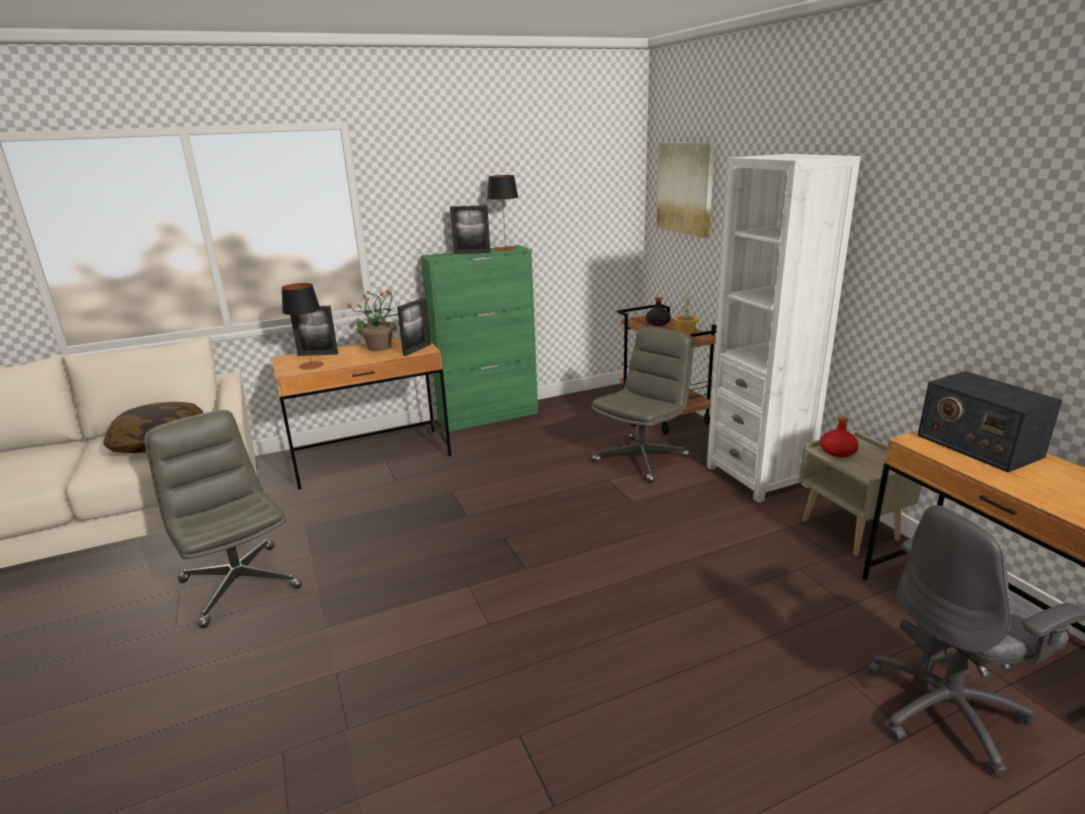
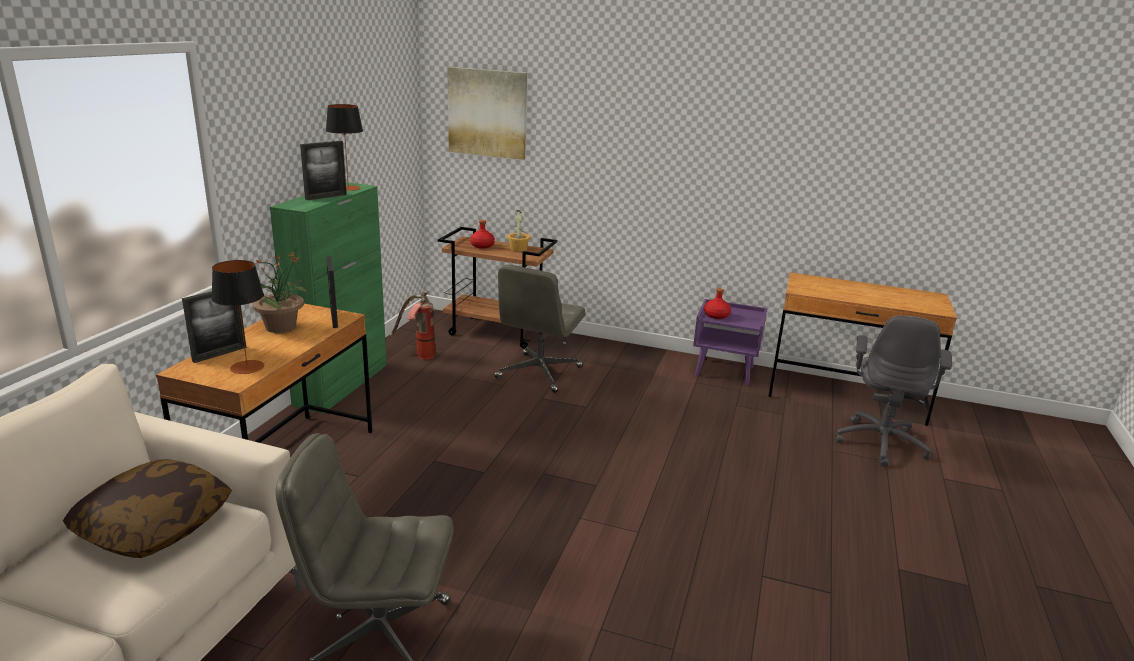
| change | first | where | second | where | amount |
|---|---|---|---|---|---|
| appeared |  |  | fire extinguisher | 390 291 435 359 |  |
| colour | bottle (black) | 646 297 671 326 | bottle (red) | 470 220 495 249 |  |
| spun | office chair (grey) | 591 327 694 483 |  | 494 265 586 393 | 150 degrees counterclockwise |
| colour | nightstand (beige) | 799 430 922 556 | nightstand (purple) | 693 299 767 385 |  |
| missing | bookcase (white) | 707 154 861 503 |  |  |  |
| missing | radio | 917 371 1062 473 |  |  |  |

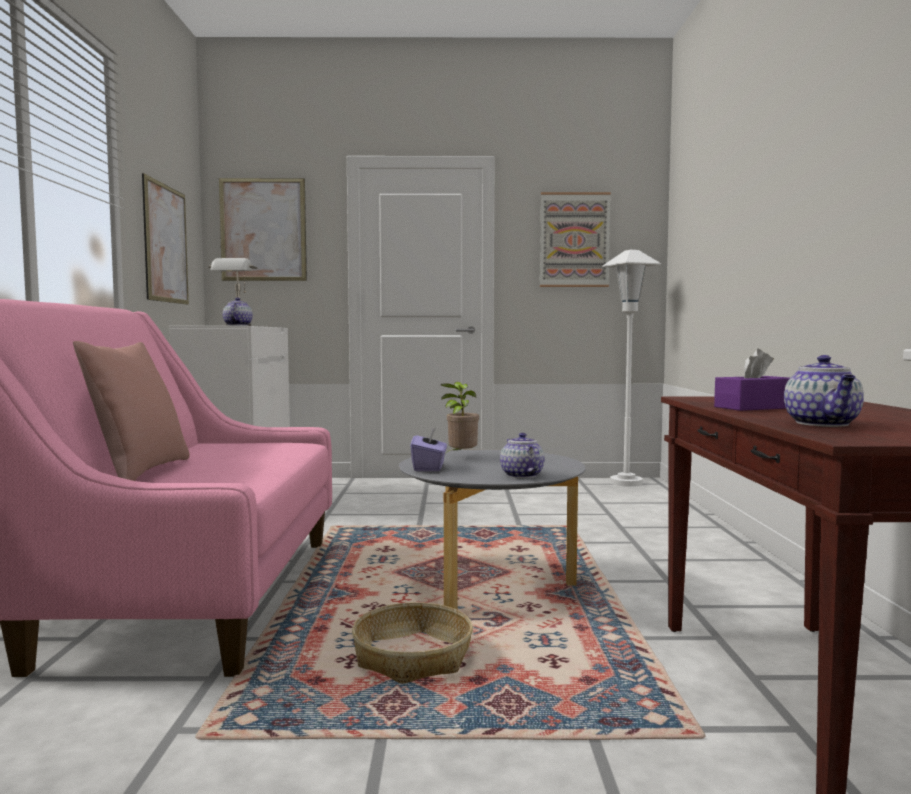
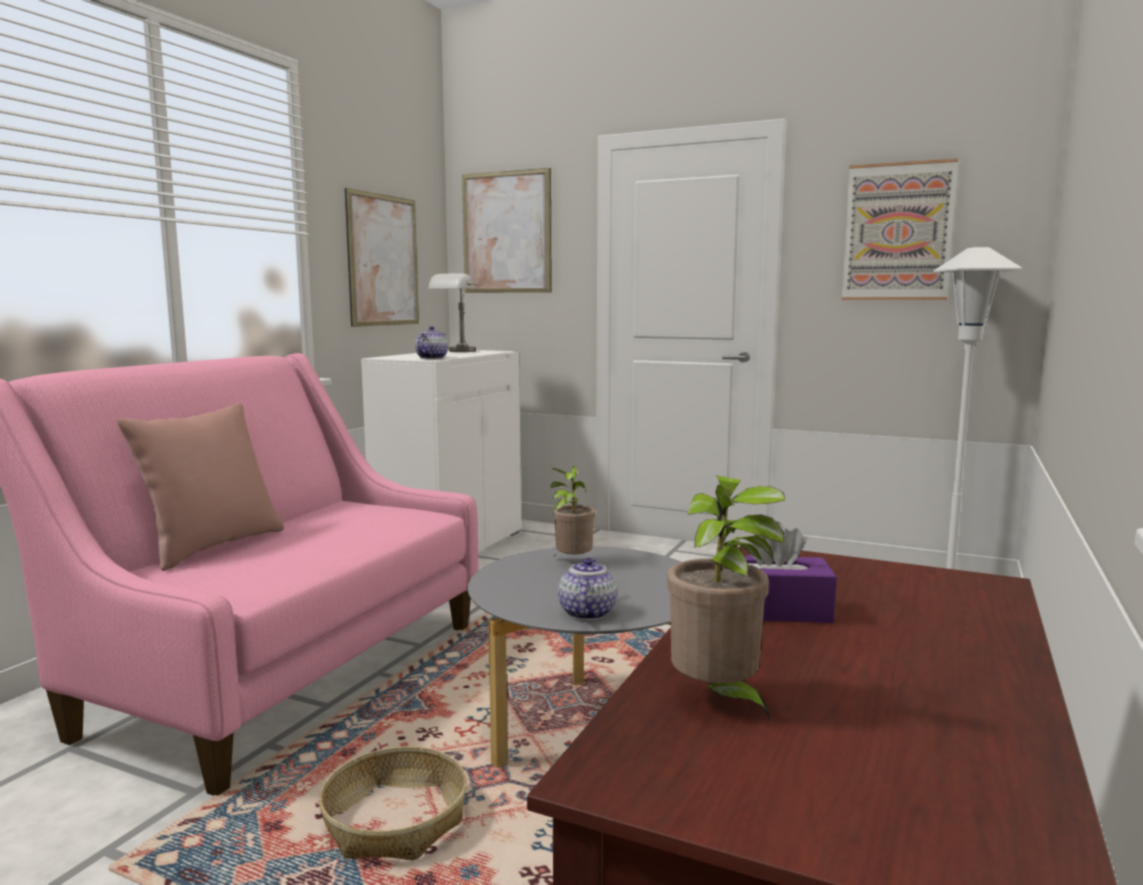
| change | first | where | second | where | amount |
|---|---|---|---|---|---|
| exchanged | teapot | 784 355 864 427 | potted plant | 667 475 785 720 |  |
| missing | tissue box (purple) | 411 426 447 471 |  |  |  |

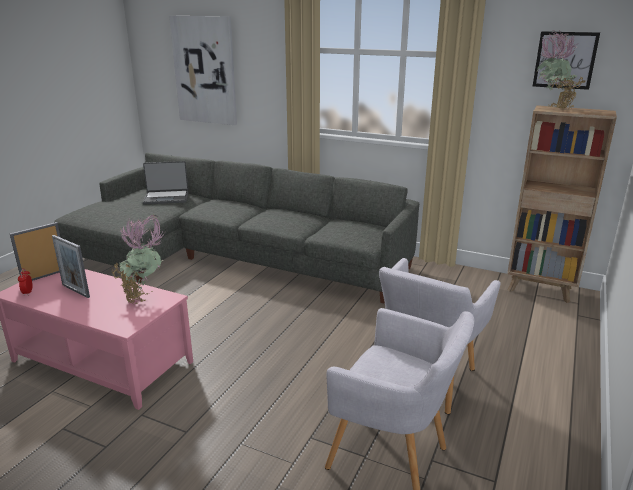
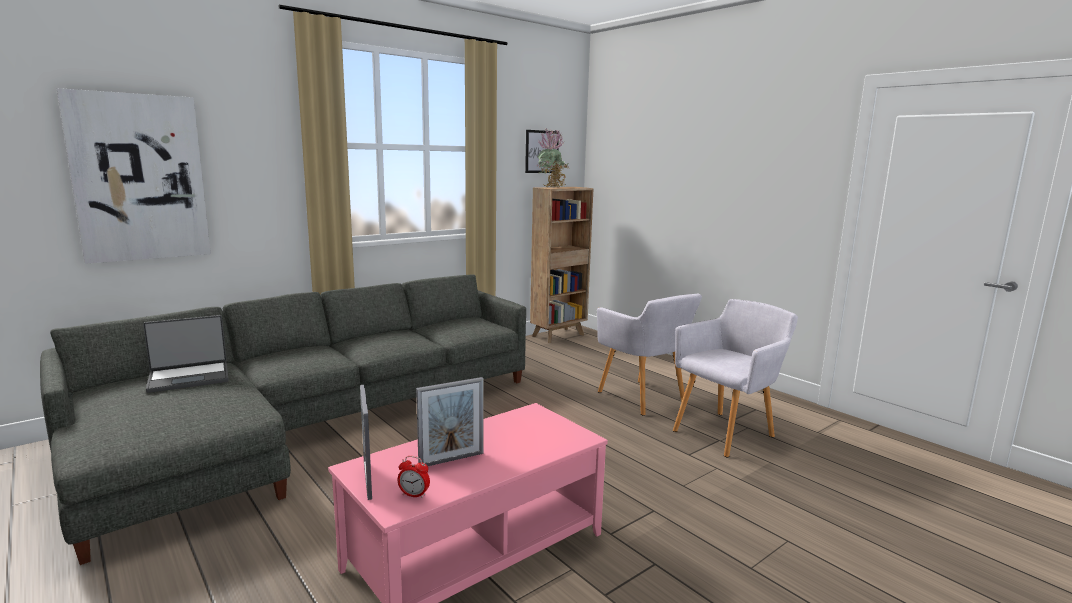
| change | first | where | second | where | amount |
|---|---|---|---|---|---|
| spun | laptop | 143 161 188 205 |  | 143 315 229 393 | 45 degrees clockwise |
| missing | potted plant | 112 214 165 304 |  |  |  |

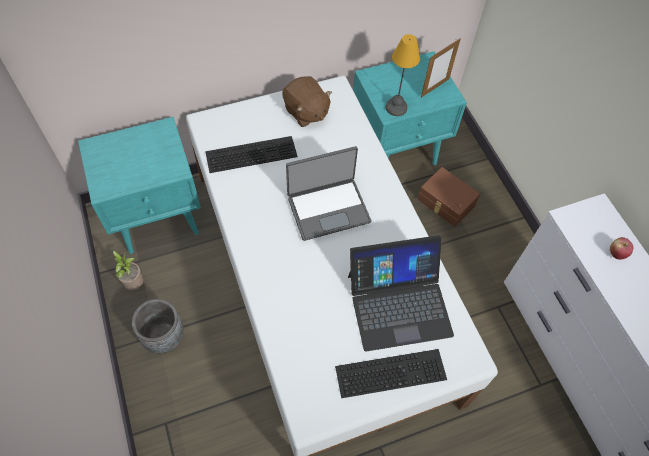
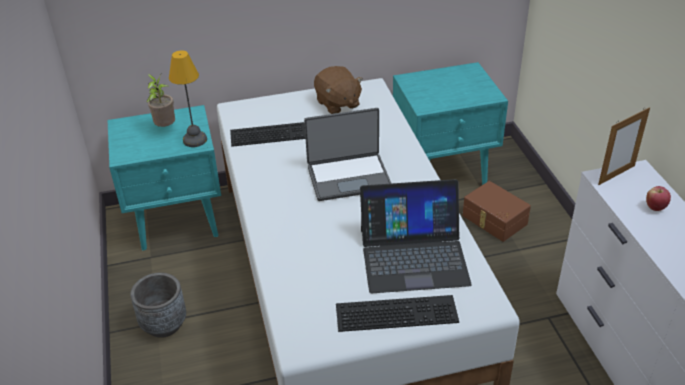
| change | first | where | second | where | amount |
|---|---|---|---|---|---|
| relocated | potted plant | 113 251 143 290 |  | 147 74 175 127 |  |
| relocated | table lamp | 386 34 420 116 |  | 169 50 207 147 |  |
| relocated | picture frame | 421 38 461 98 |  | 598 107 650 185 |  |

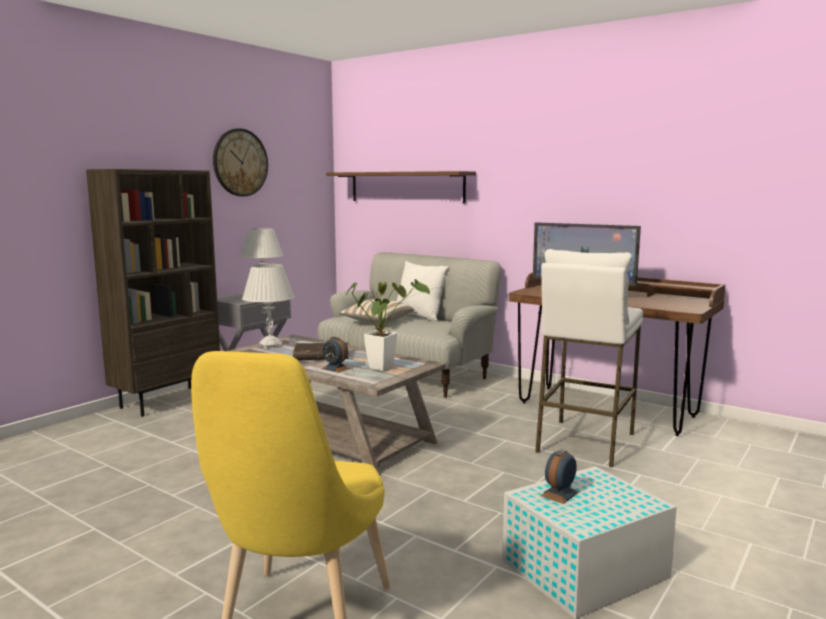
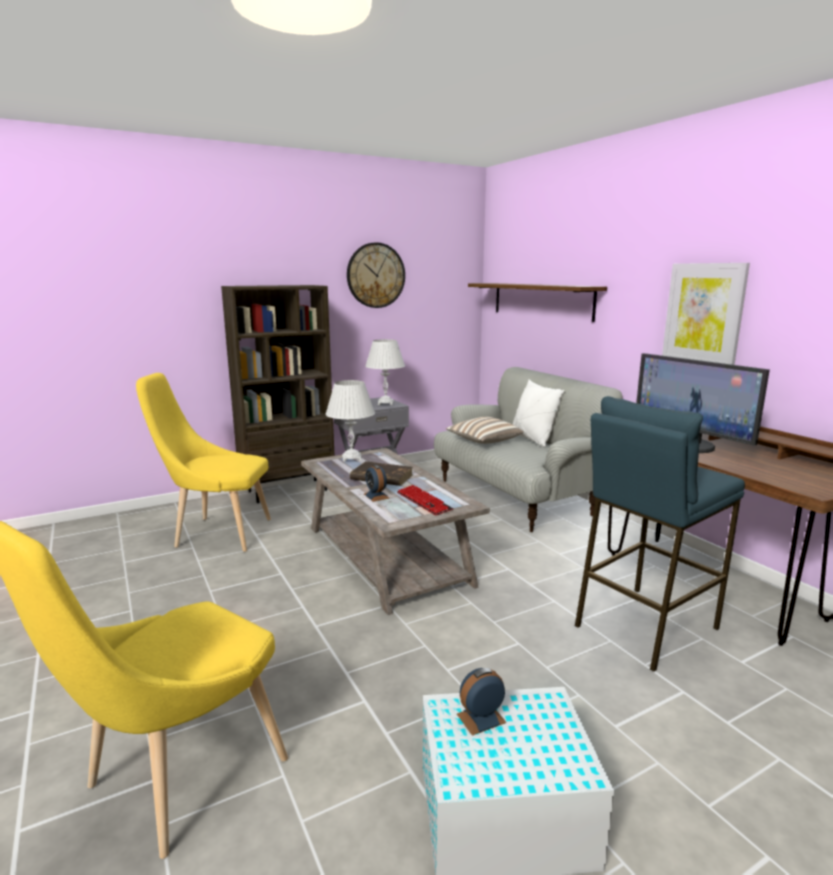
| change | first | where | second | where | amount |
|---|---|---|---|---|---|
| appeared |  |  | chair (yellow) | 136 373 271 552 |  |
| exchanged | potted plant | 345 279 430 371 | keyboard | 397 485 453 515 |  |
| colour | stool (white) | 535 249 643 468 | stool (blue) | 575 396 745 672 |  |
| appeared |  |  | picture | 662 263 750 365 |  |

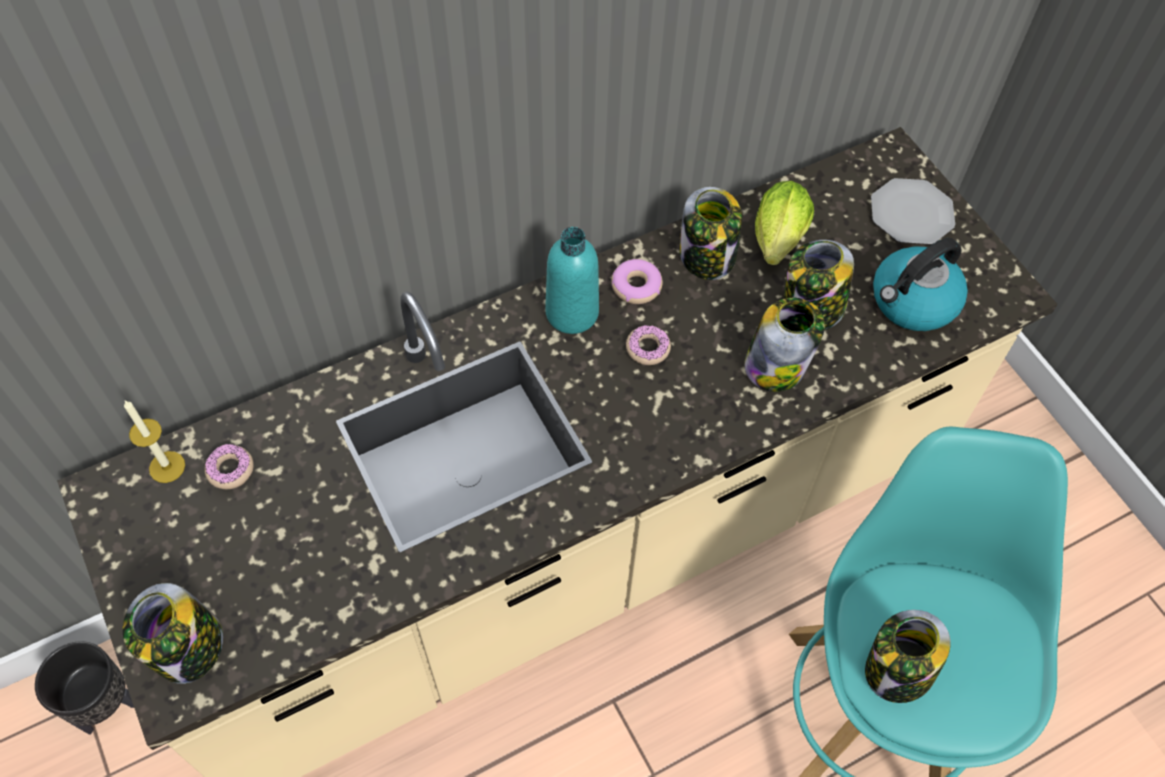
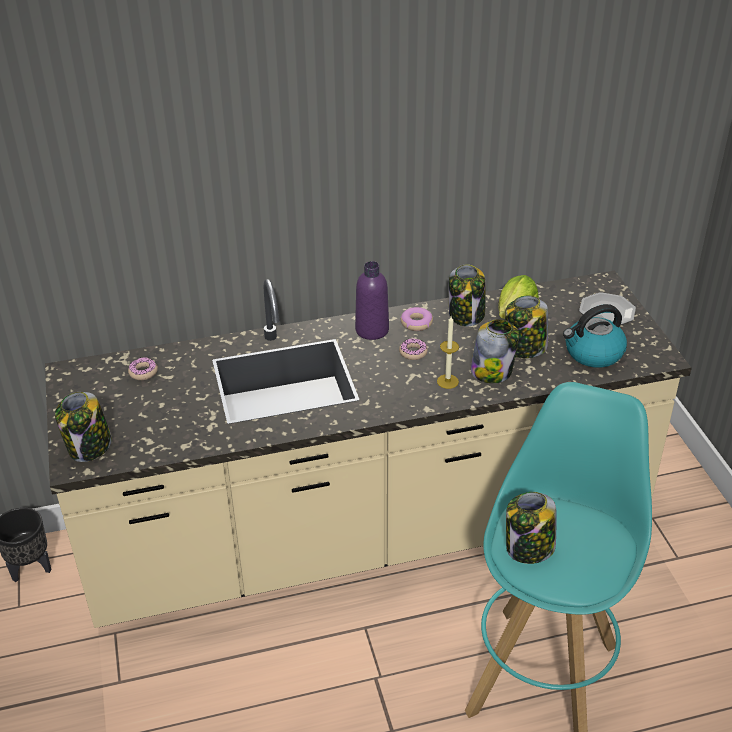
| change | first | where | second | where | amount |
|---|---|---|---|---|---|
| colour | bottle (turquoise) | 545 227 599 334 | bottle (purple) | 355 261 389 340 |  |
| relocated | candle | 124 401 185 483 |  | 437 316 459 389 |  |

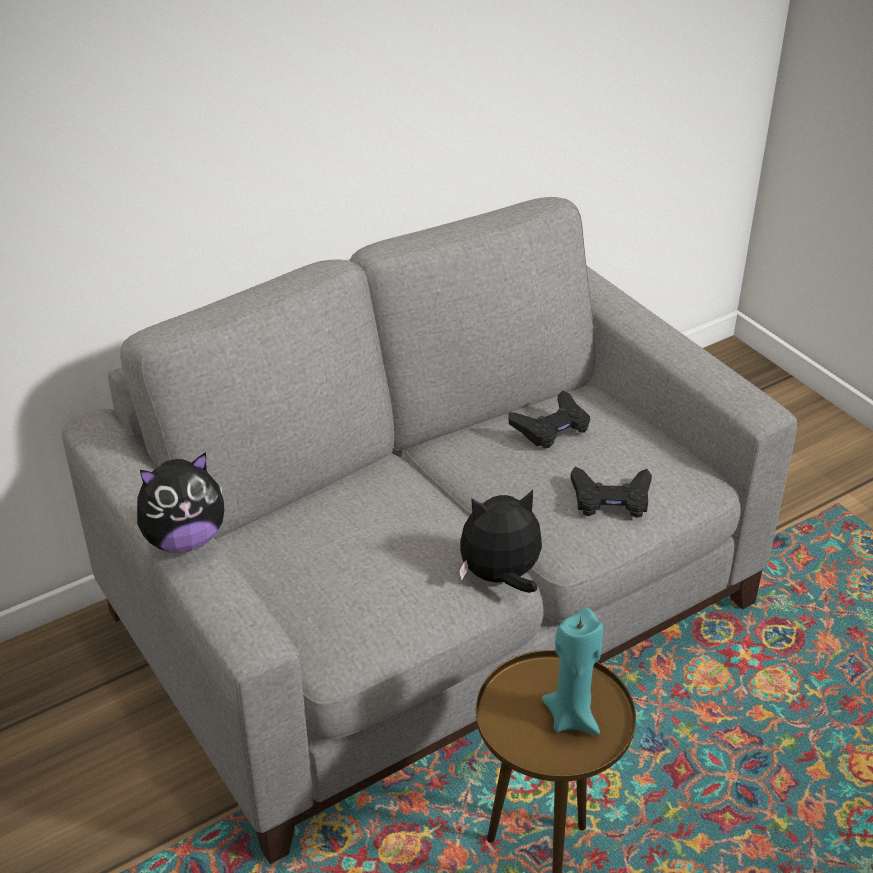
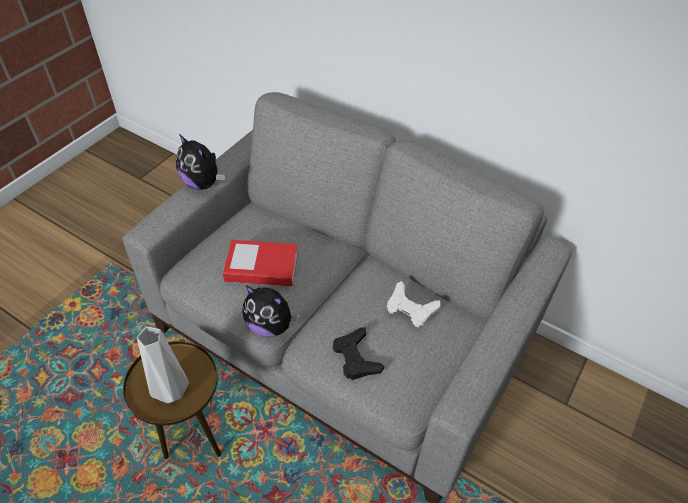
| change | first | where | second | where | amount |
|---|---|---|---|---|---|
| exchanged | candle (turquoise) | 542 608 603 735 | vase (grey) | 137 327 189 403 |  |
| appeared |  |  | book | 223 240 298 286 |  |
| spun | plush toy | 459 490 542 593 |  | 242 285 300 337 | 150 degrees clockwise |
| colour | game controller (black) | 508 390 590 449 | game controller (white) | 387 281 441 327 |  |

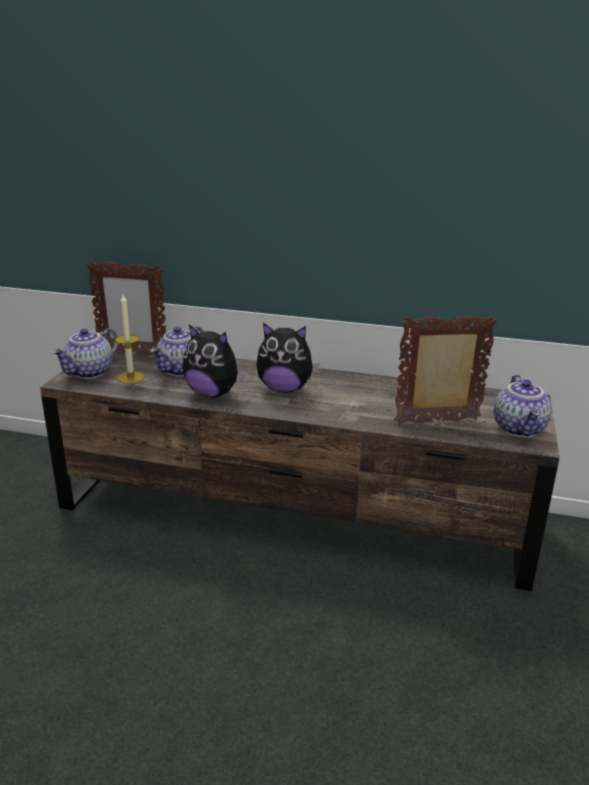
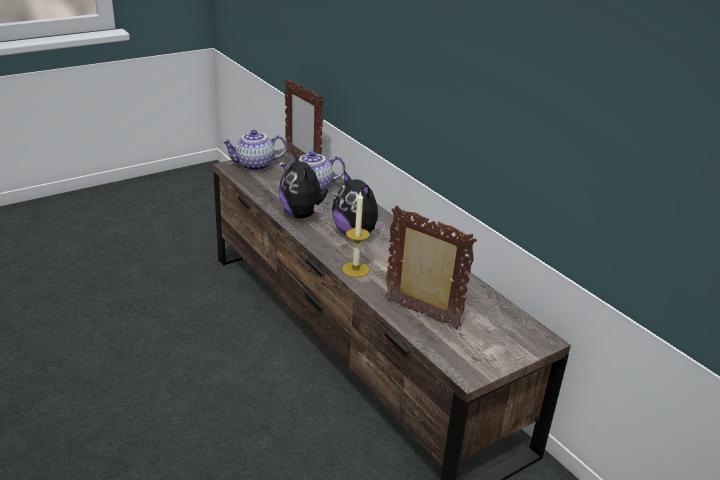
| change | first | where | second | where | amount |
|---|---|---|---|---|---|
| relocated | candle | 115 295 145 383 |  | 342 191 370 277 |  |
| missing | teapot | 494 375 551 437 |  |  |  |

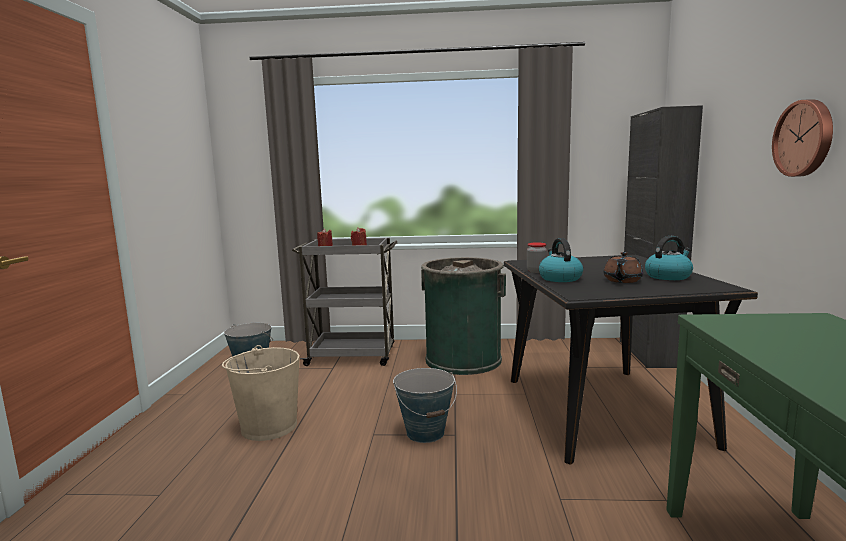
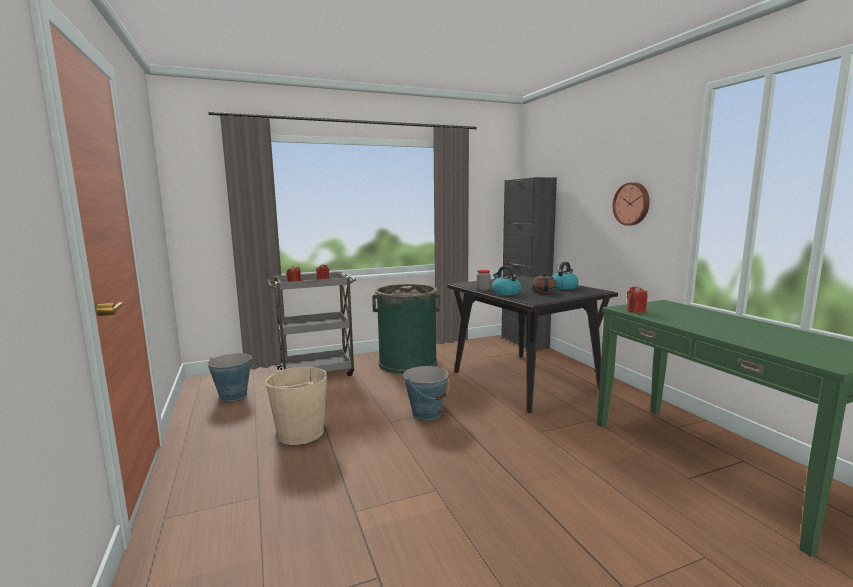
| change | first | where | second | where | amount |
|---|---|---|---|---|---|
| appeared |  |  | candle (red) | 627 286 648 313 |  |

